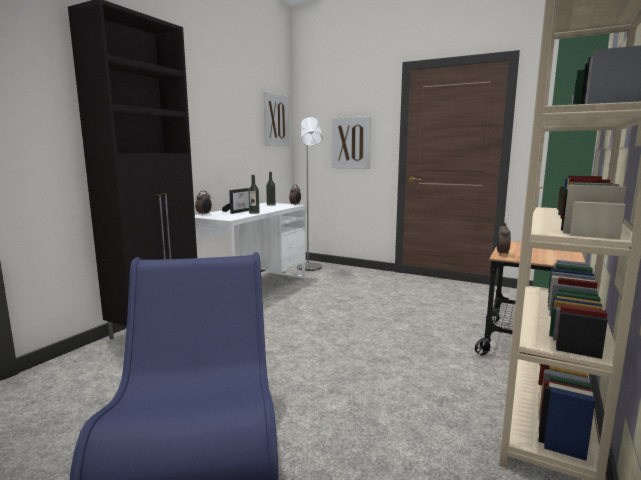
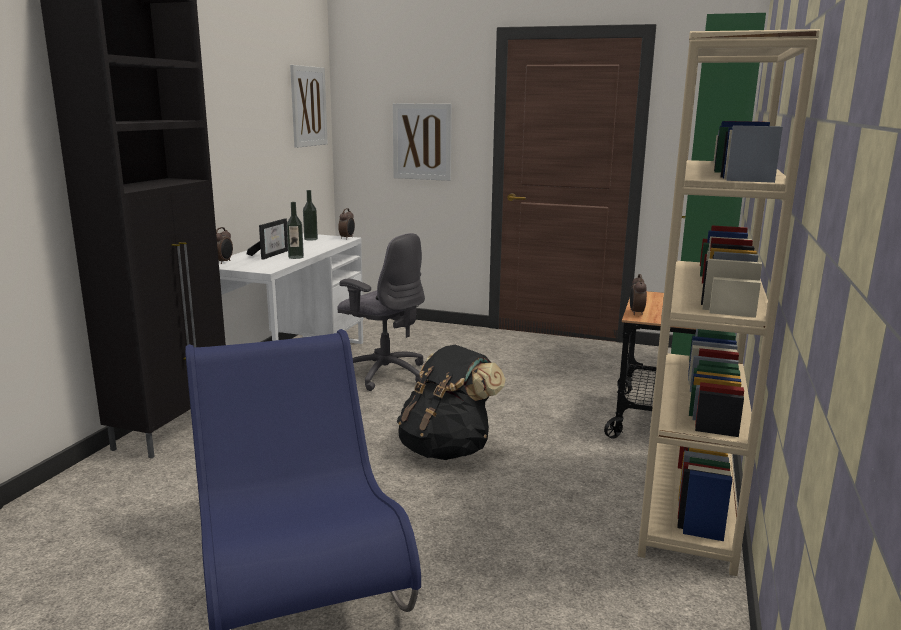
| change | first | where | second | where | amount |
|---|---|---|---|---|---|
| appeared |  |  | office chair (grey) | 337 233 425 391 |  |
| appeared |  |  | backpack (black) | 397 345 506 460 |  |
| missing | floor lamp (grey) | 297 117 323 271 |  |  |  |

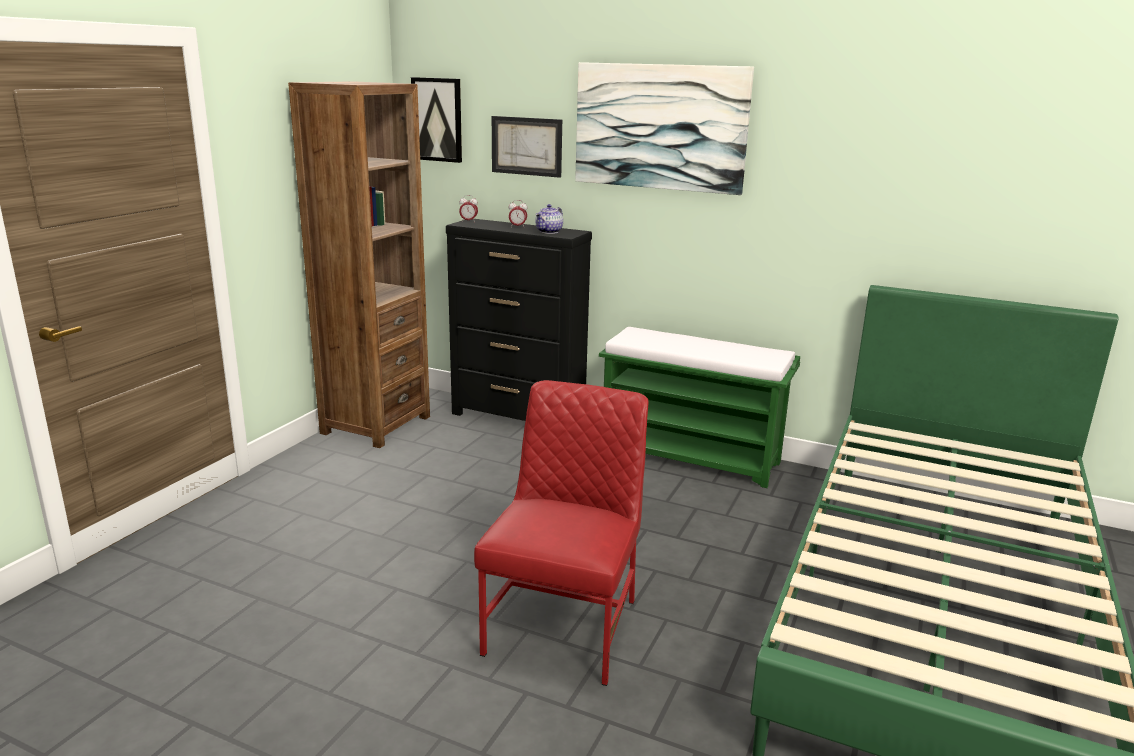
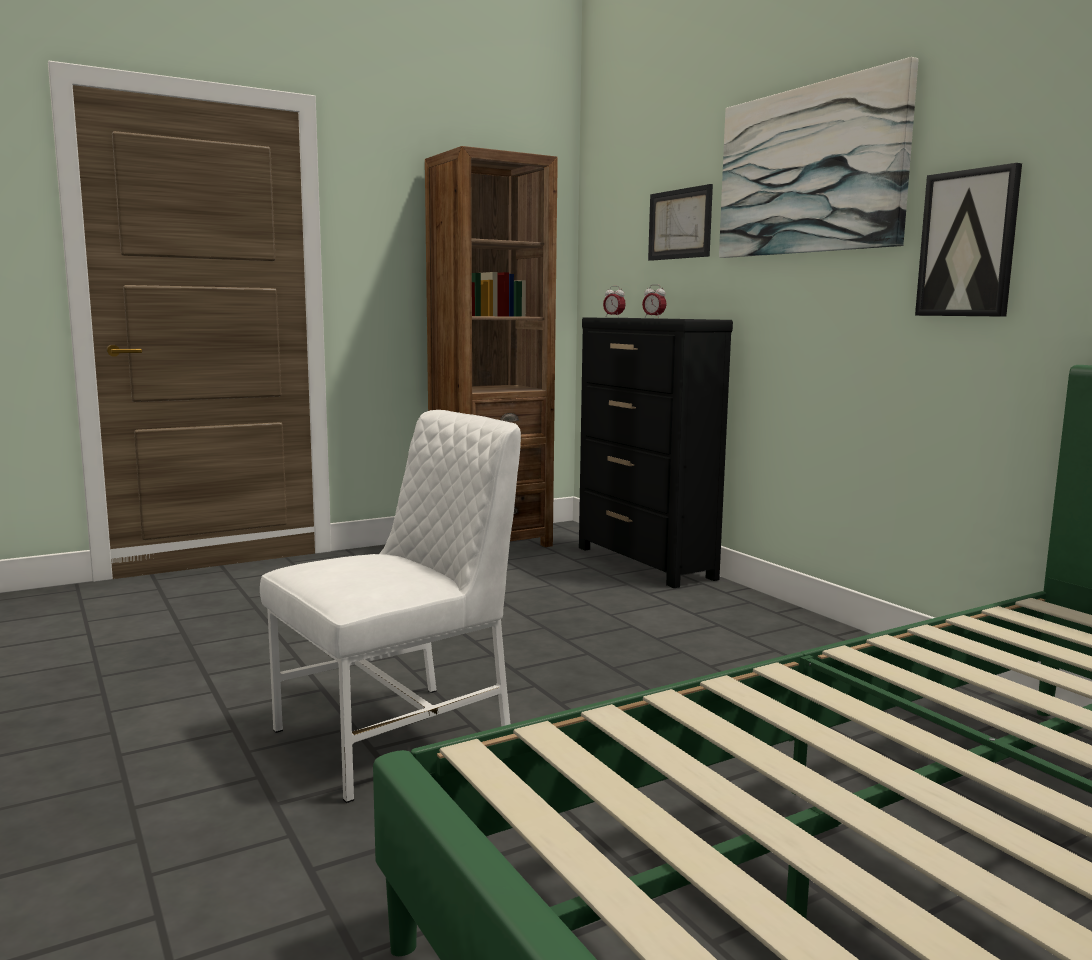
| change | first | where | second | where | amount |
|---|---|---|---|---|---|
| colour | chair (red) | 474 380 649 686 | chair (white) | 260 410 521 803 |  |
| relocated | picture | 411 77 462 163 |  | 915 163 1022 317 |  |
| missing | teapot | 535 204 563 234 |  |  |  |
| missing | bench (green) | 599 327 800 488 |  |  |  |

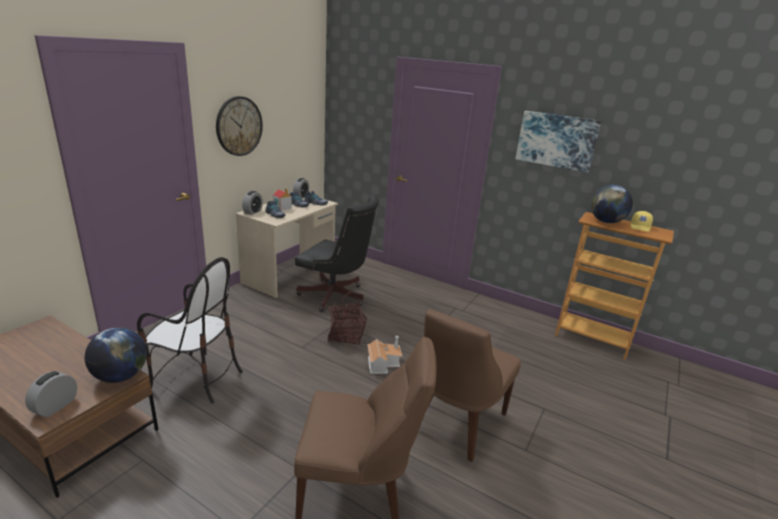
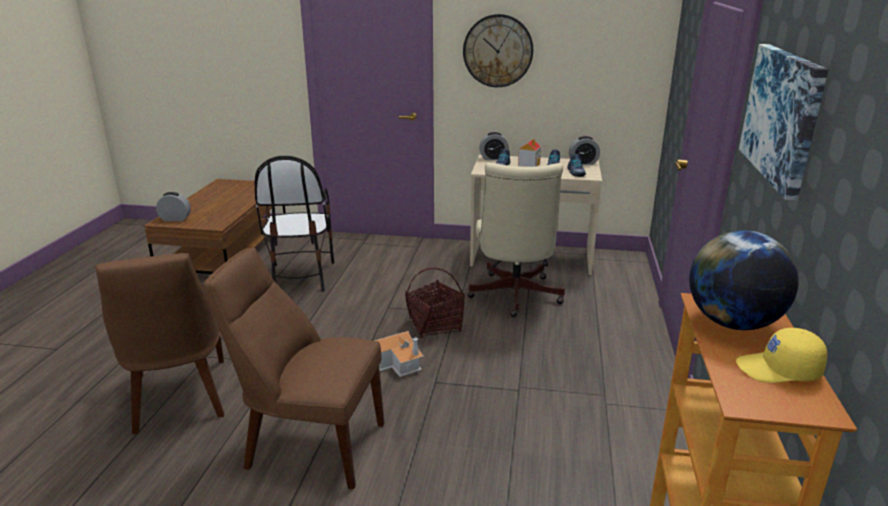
| change | first | where | second | where | amount |
|---|---|---|---|---|---|
| colour | office chair (black) | 295 195 379 312 | office chair (beige) | 467 162 565 317 |  |
| missing | globe | 85 327 147 383 |  |  |  |

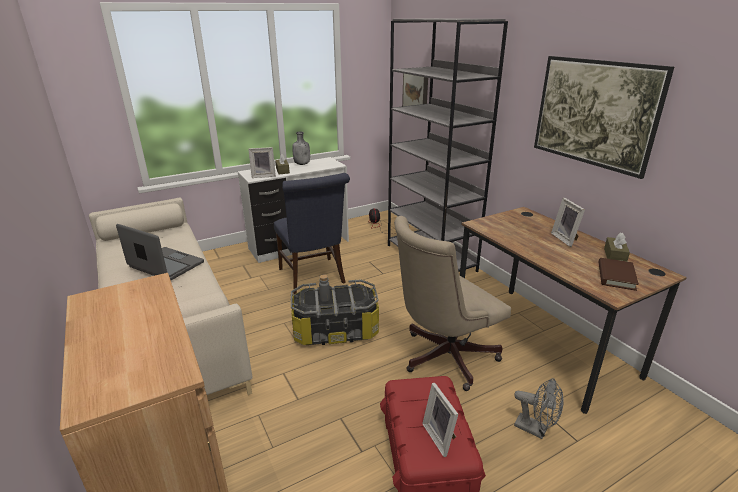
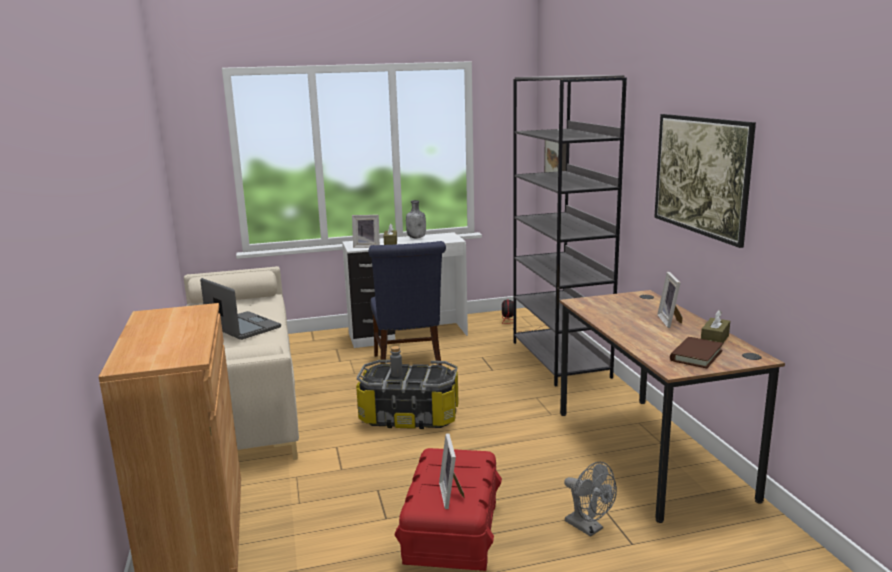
| change | first | where | second | where | amount |
|---|---|---|---|---|---|
| missing | office chair (beige) | 394 216 511 391 |  |  |  |

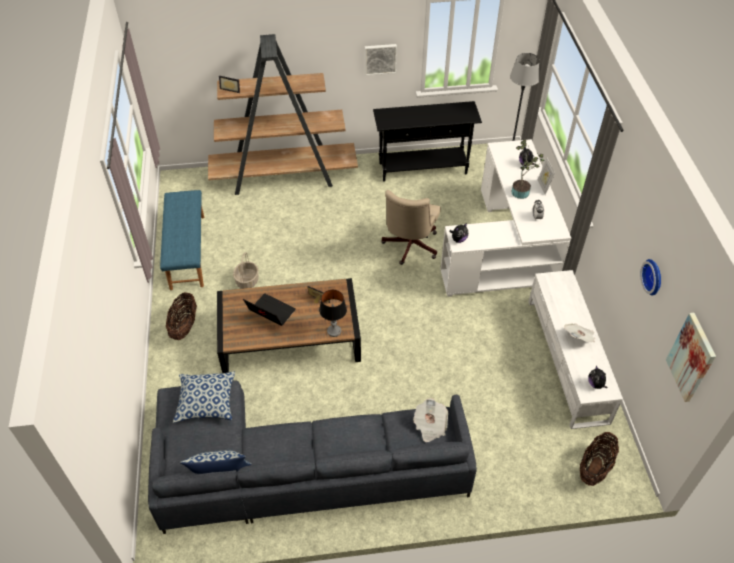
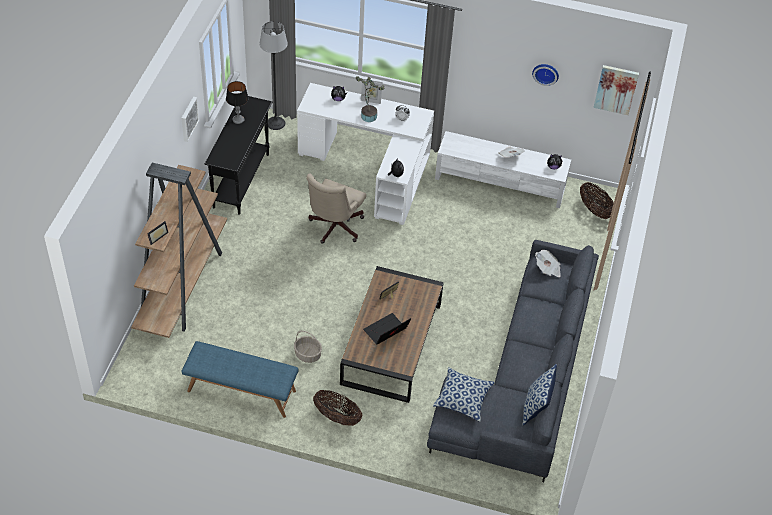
| change | first | where | second | where | amount |
|---|---|---|---|---|---|
| relocated | table lamp | 319 290 347 337 |  | 226 81 249 124 |  |
| spun | office chair (beige) | 381 190 441 265 |  | 306 173 366 244 | 75 degrees clockwise |

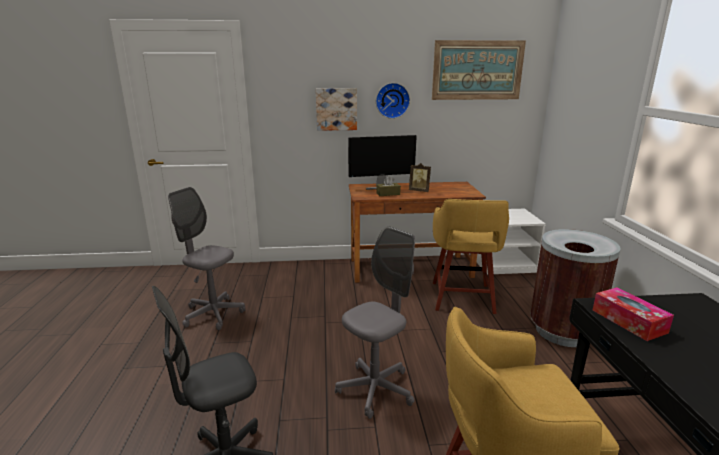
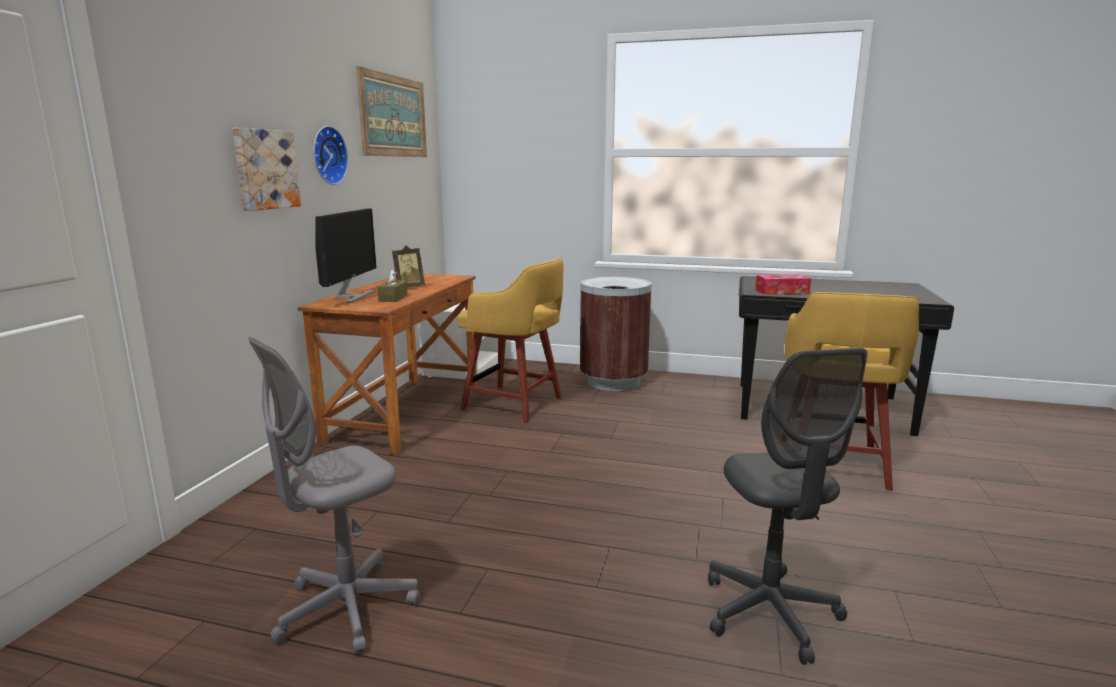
| change | first | where | second | where | amount |
|---|---|---|---|---|---|
| missing | office chair (grey) | 335 226 415 419 |  |  |  |

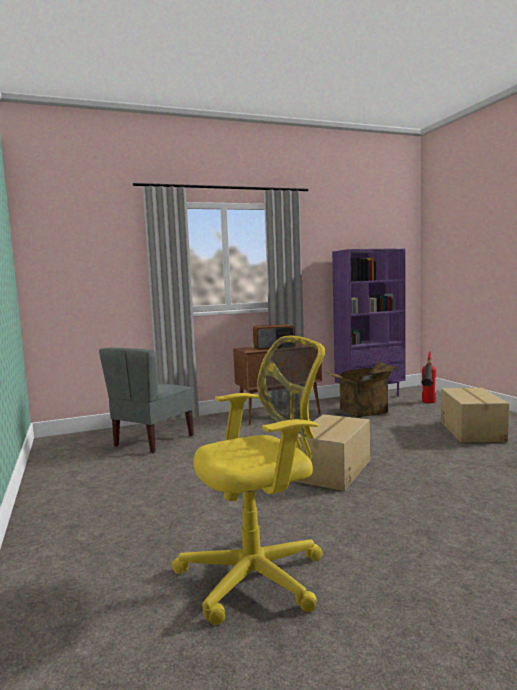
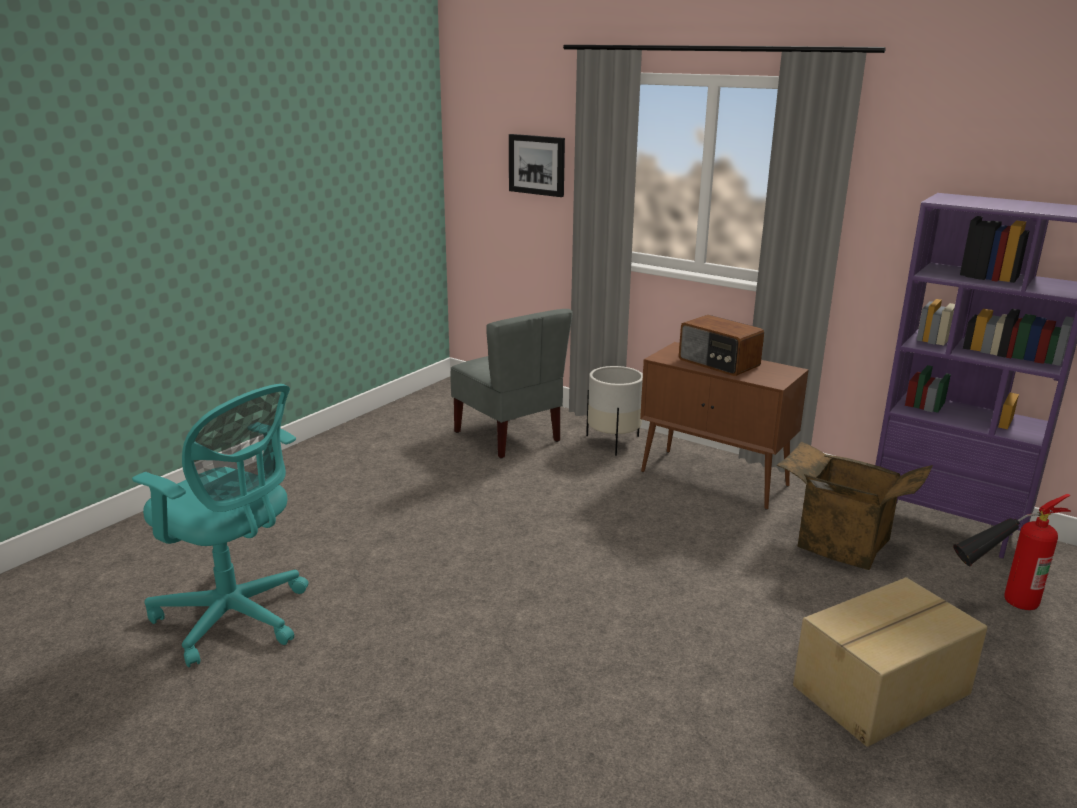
| change | first | where | second | where | amount |
|---|---|---|---|---|---|
| colour | office chair (yellow) | 172 336 325 625 | office chair (turquoise) | 132 384 308 667 |  |
| spun | chair (grey) | 99 348 194 453 |  | 450 309 573 459 | 120 degrees counterclockwise |
| appeared |  |  | picture | 509 134 565 197 |  |
| appeared |  |  | planter (white) | 586 366 643 456 |  |
| missing | cardboard box | 293 414 370 491 |  |  |  |

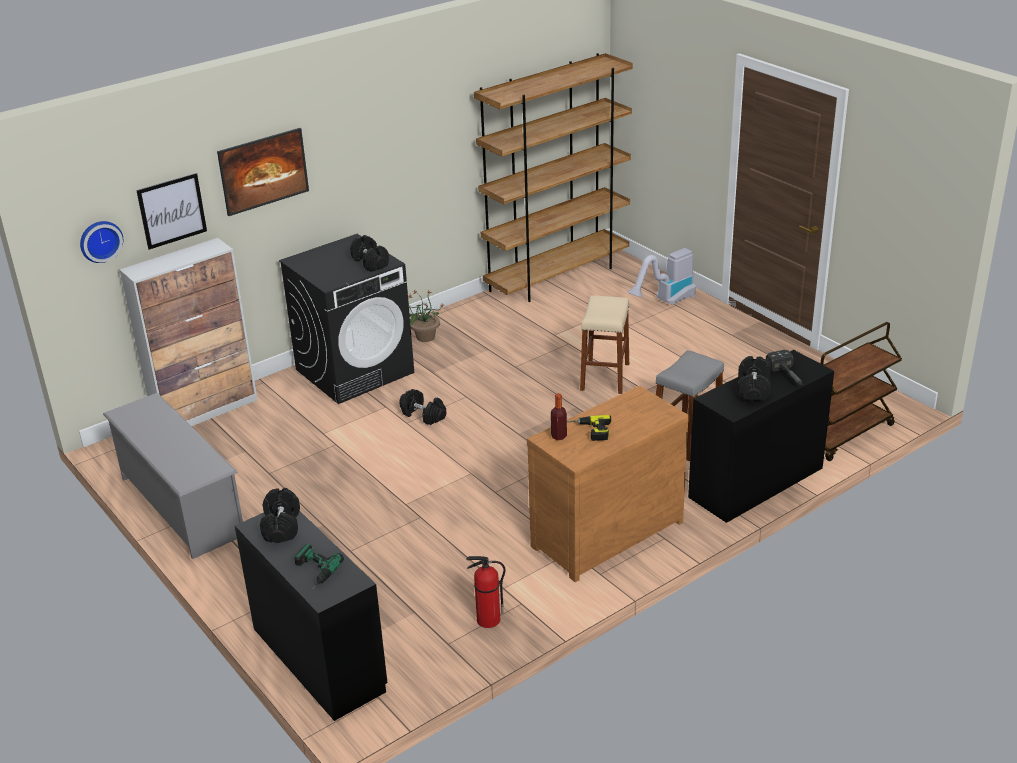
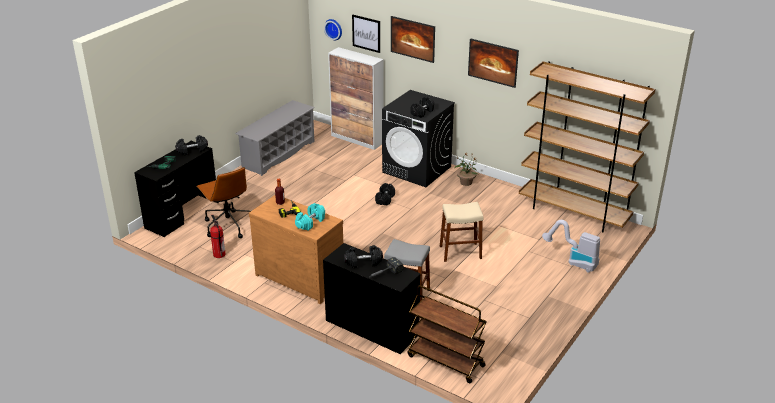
| change | first | where | second | where | amount |
|---|---|---|---|---|---|
| appeared |  |  | office chair (brown) | 196 167 251 238 |  |
| appeared |  |  | dumbbell (turquoise) | 295 203 325 230 |  |
| appeared |  |  | picture | 468 38 519 88 |  |

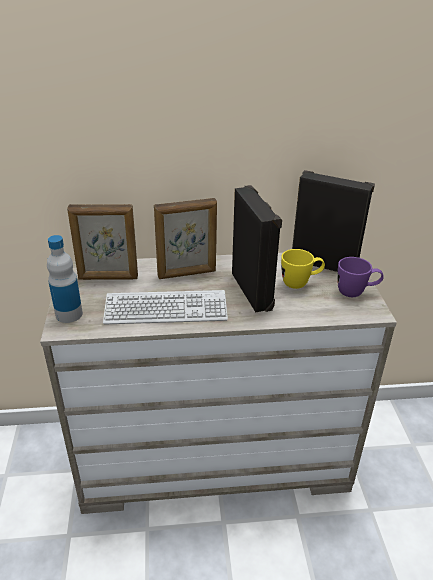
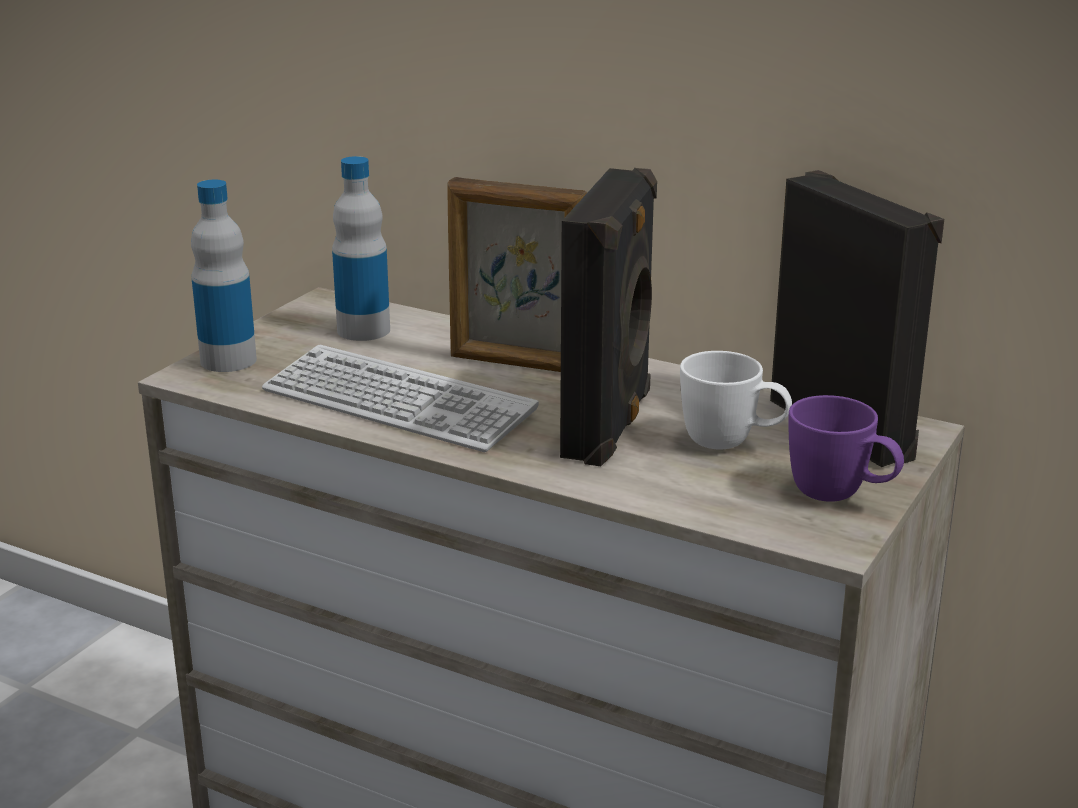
| change | first | where | second | where | amount |
|---|---|---|---|---|---|
| exchanged | picture frame | 67 204 138 280 | bottle | 332 156 390 341 |  |
| colour | mug (yellow) | 281 249 325 289 | mug (white) | 680 351 792 449 |  |

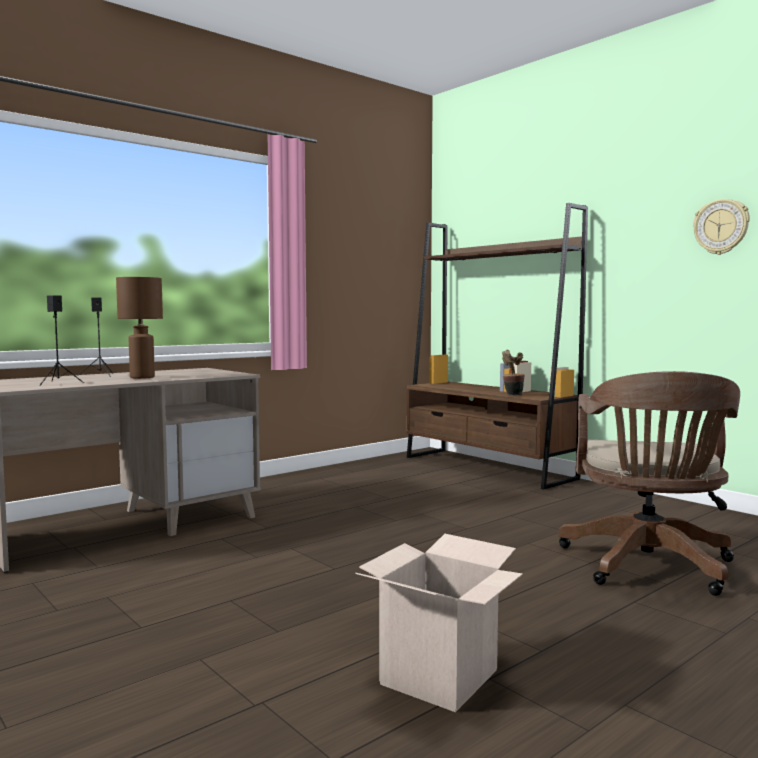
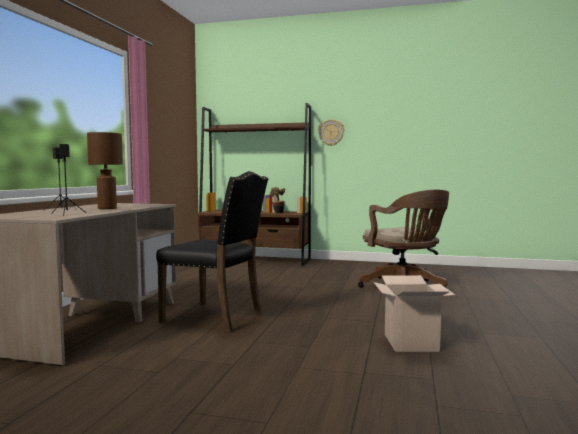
| change | first | where | second | where | amount |
|---|---|---|---|---|---|
| appeared |  |  | chair (black) | 156 171 268 332 |  |
| relocated | wall clock | 693 199 750 255 |  | 318 119 344 146 |  |

